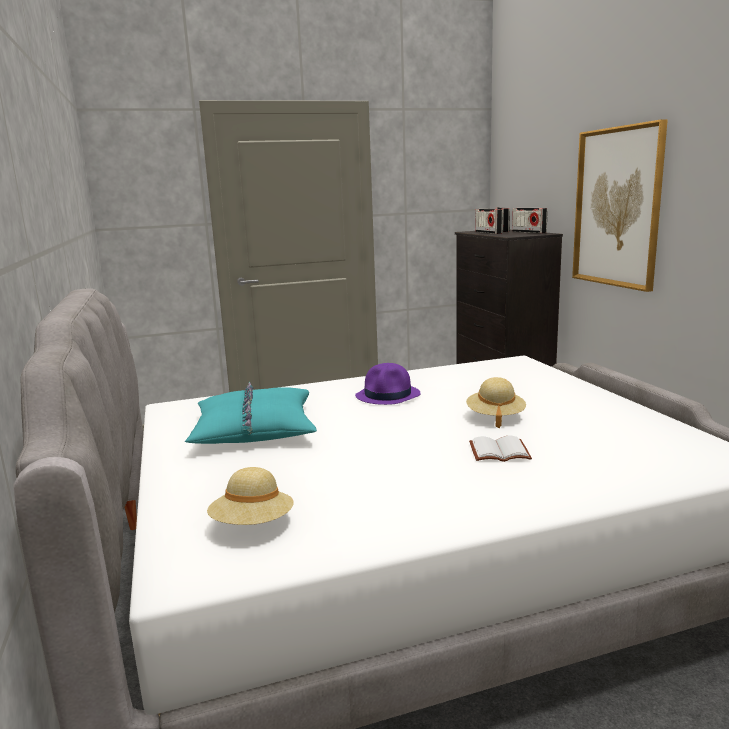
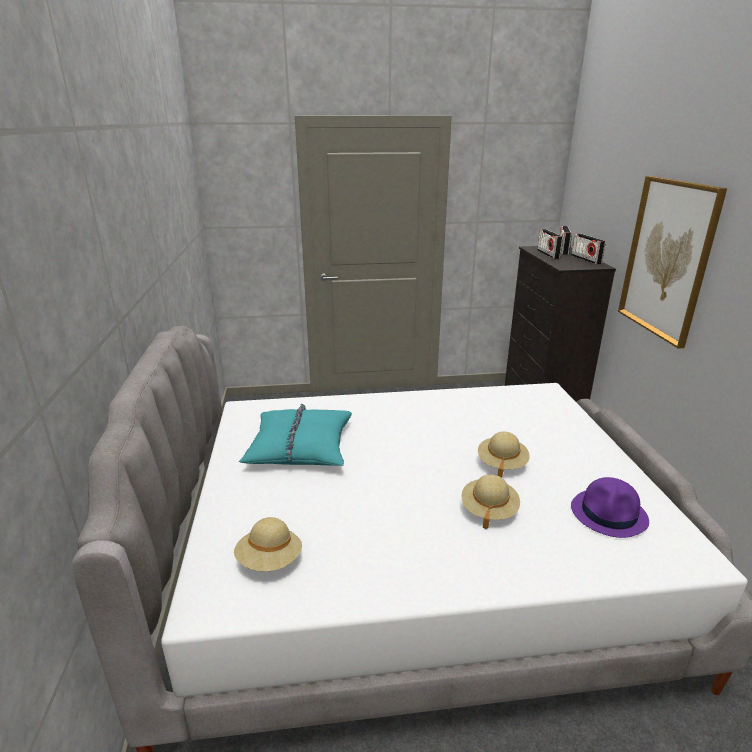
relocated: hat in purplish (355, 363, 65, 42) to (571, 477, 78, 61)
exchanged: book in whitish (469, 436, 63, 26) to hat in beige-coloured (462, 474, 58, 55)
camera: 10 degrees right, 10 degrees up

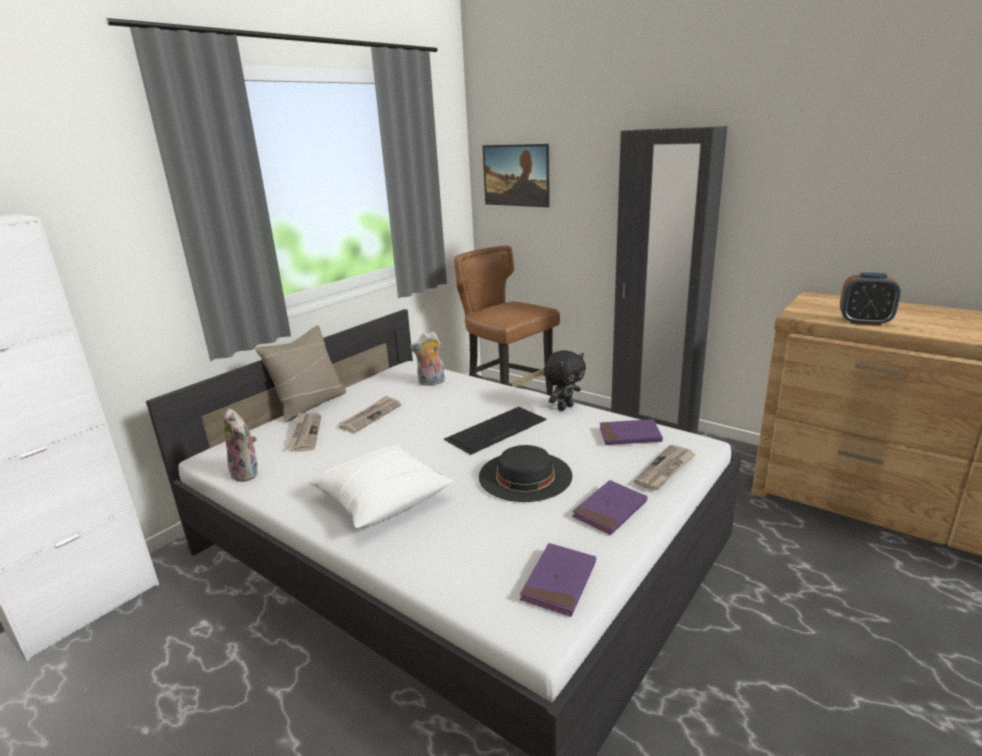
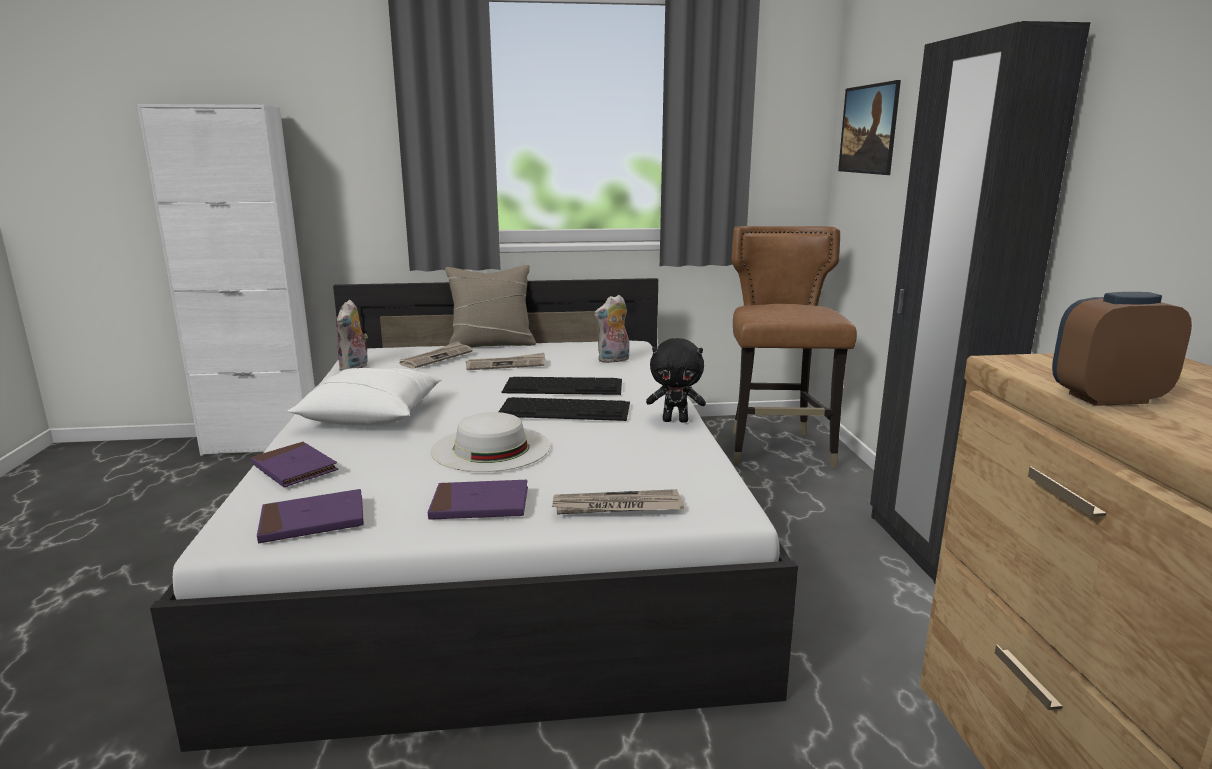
appeared: keyboard (502, 377, 120, 18)
relocated: book in purplish (600, 419, 63, 26) to (251, 442, 87, 45)
colour: hat in black-coloured (479, 445, 93, 57) to hat in whitish (431, 412, 119, 60)
spun: plush toy (410, 331, 35, 55) = (594, 295, 35, 68) 60 degrees counterclockwise; alarm clock (840, 272, 61, 54) = (1052, 292, 140, 114) 105 degrees clockwise
camera: 45 degrees right, 5 degrees down

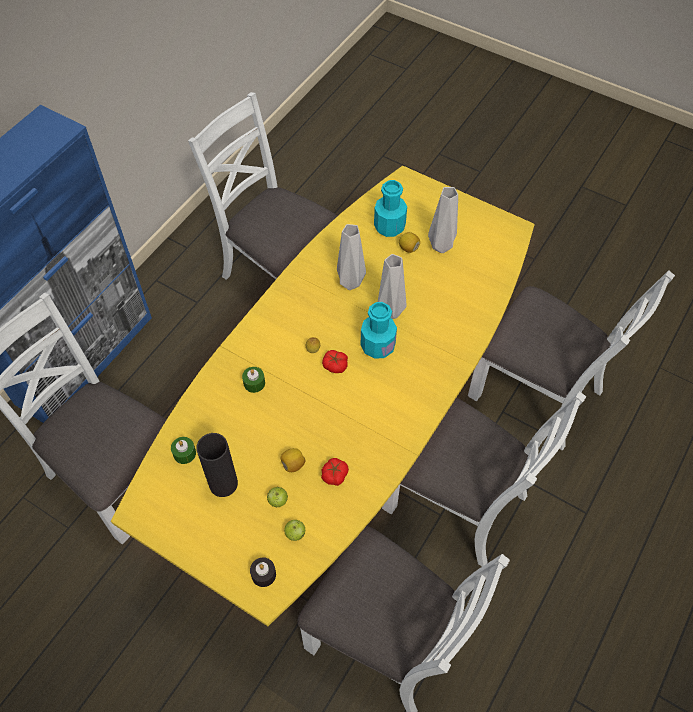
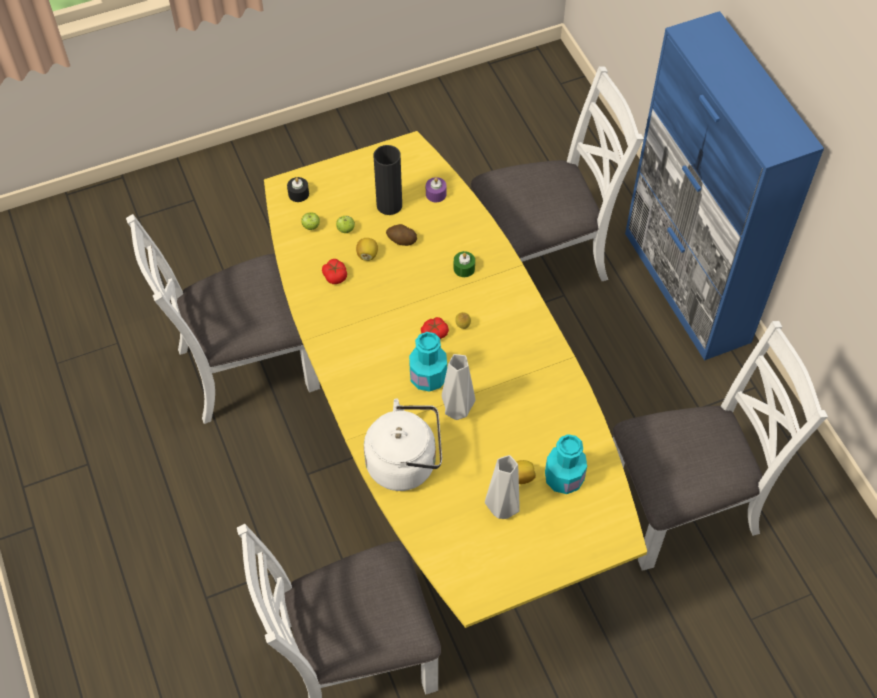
missing: decorative vase in gray (337, 224, 29, 66); plain chair in whitish (382, 391, 204, 175)
appeared: water kettle in whitish (364, 399, 78, 92); potato (386, 224, 31, 22)
colour: wax candle in green (171, 437, 25, 27) to wax candle in purplish (426, 177, 21, 25)
camera: 125 degrees right, 0 degrees up

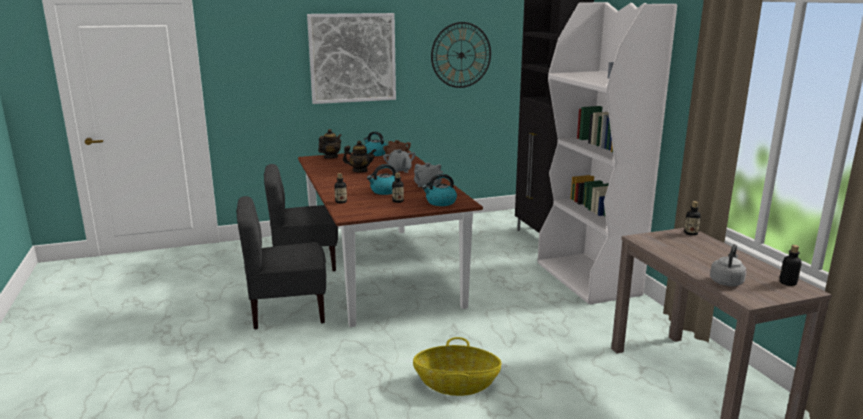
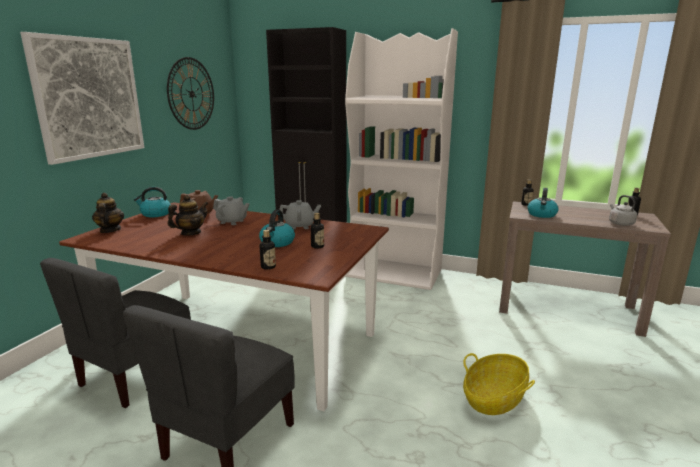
relocated: water kettle (422, 174, 35, 32) to (527, 188, 32, 30)
camera: 50 degrees left, 0 degrees up

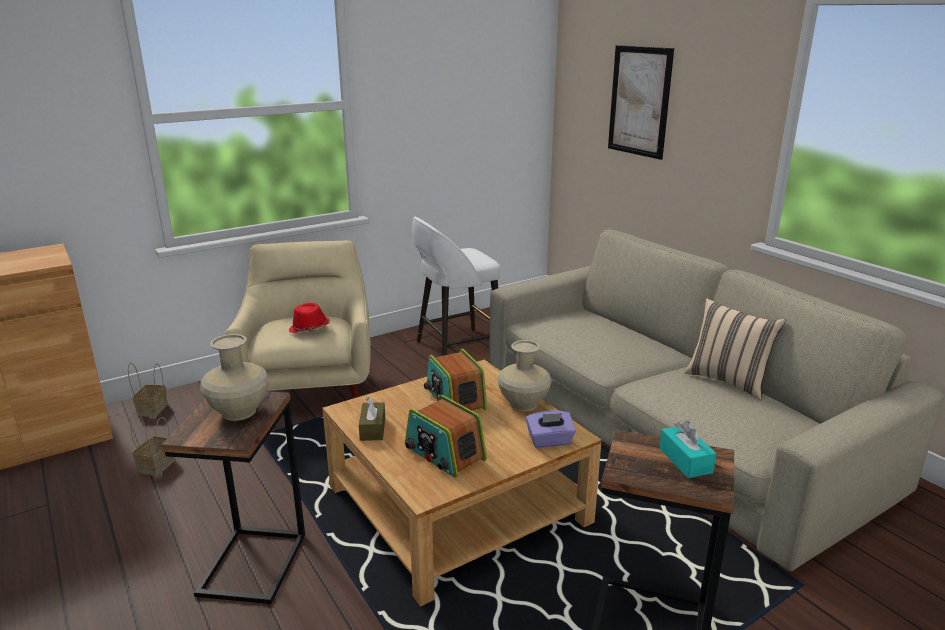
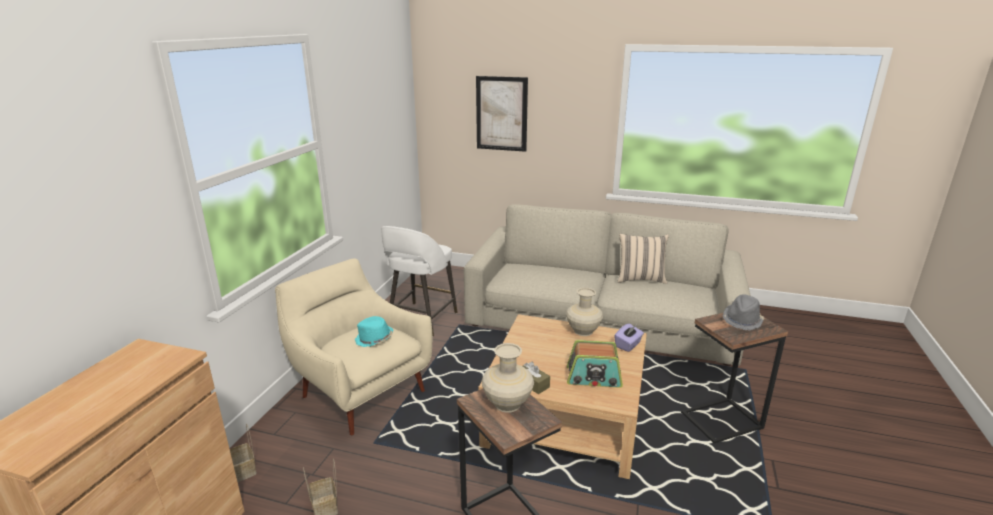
missing: radio receiver (424, 348, 63, 62)
exchanged: tissue box in turquoise-coloured (659, 421, 57, 57) to hat in gray (723, 294, 41, 37)
colour: hat in red (289, 303, 41, 30) to hat in turquoise-coloured (355, 316, 38, 31)
camera: 40 degrees left, 0 degrees up

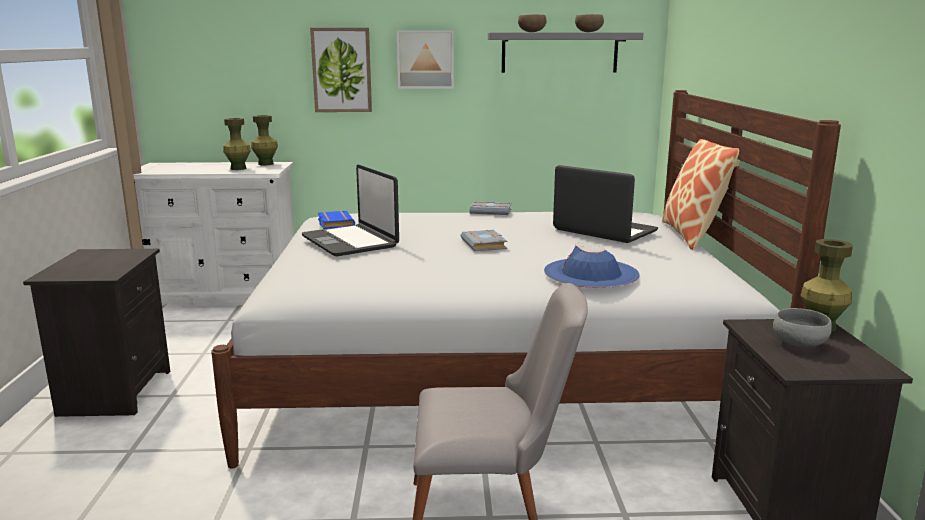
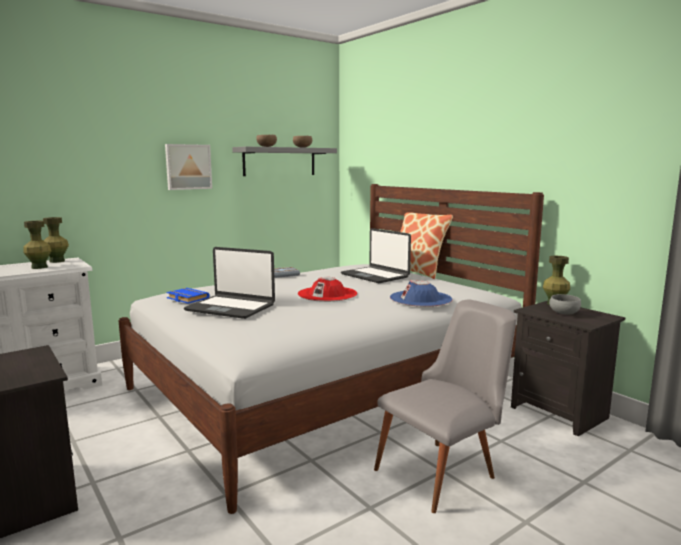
missing: wall art (310, 28, 62, 84)
exchanged: book in gray (461, 230, 46, 21) to hat in red (298, 277, 59, 25)
spun: notebook computer (553, 165, 105, 78) = (341, 228, 70, 55) 135 degrees counterclockwise
camera: 35 degrees left, 5 degrees down

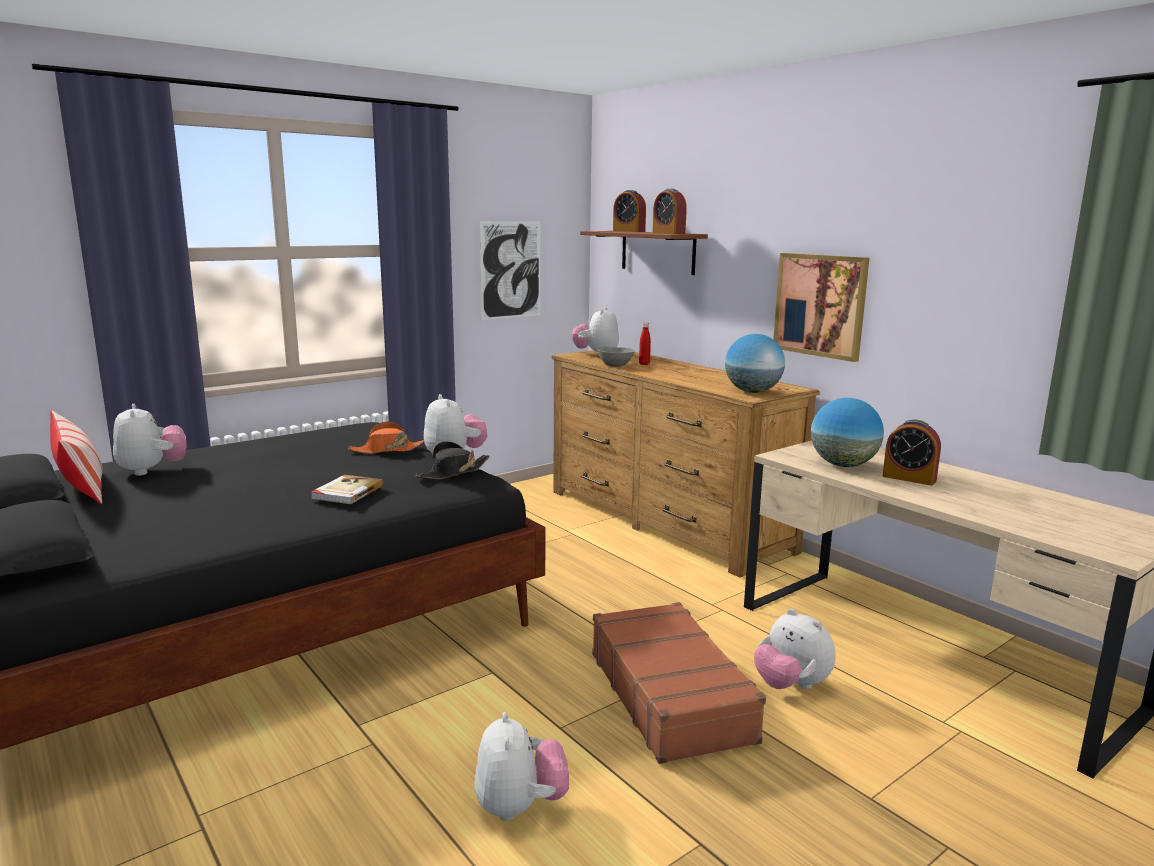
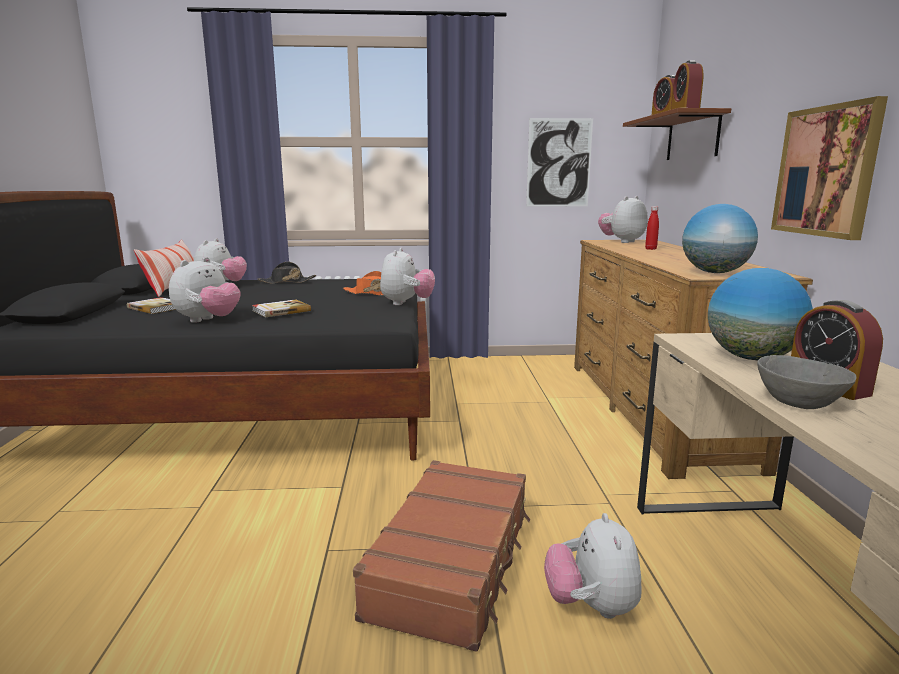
appeared: book (127, 297, 49, 17)
relocated: plush toy (474, 712, 95, 109) to (169, 257, 71, 66); hat in black-coloured (414, 441, 75, 38) to (257, 262, 59, 21); bowl in gray (597, 347, 38, 19) to (757, 355, 99, 54)
camera: 35 degrees right, 0 degrees up

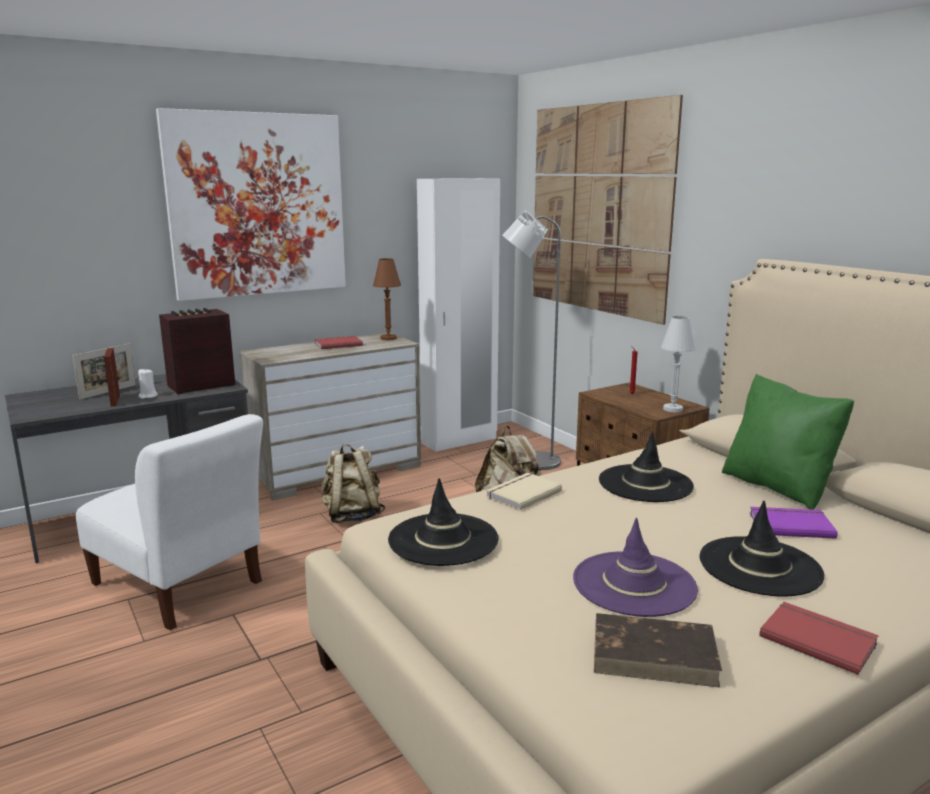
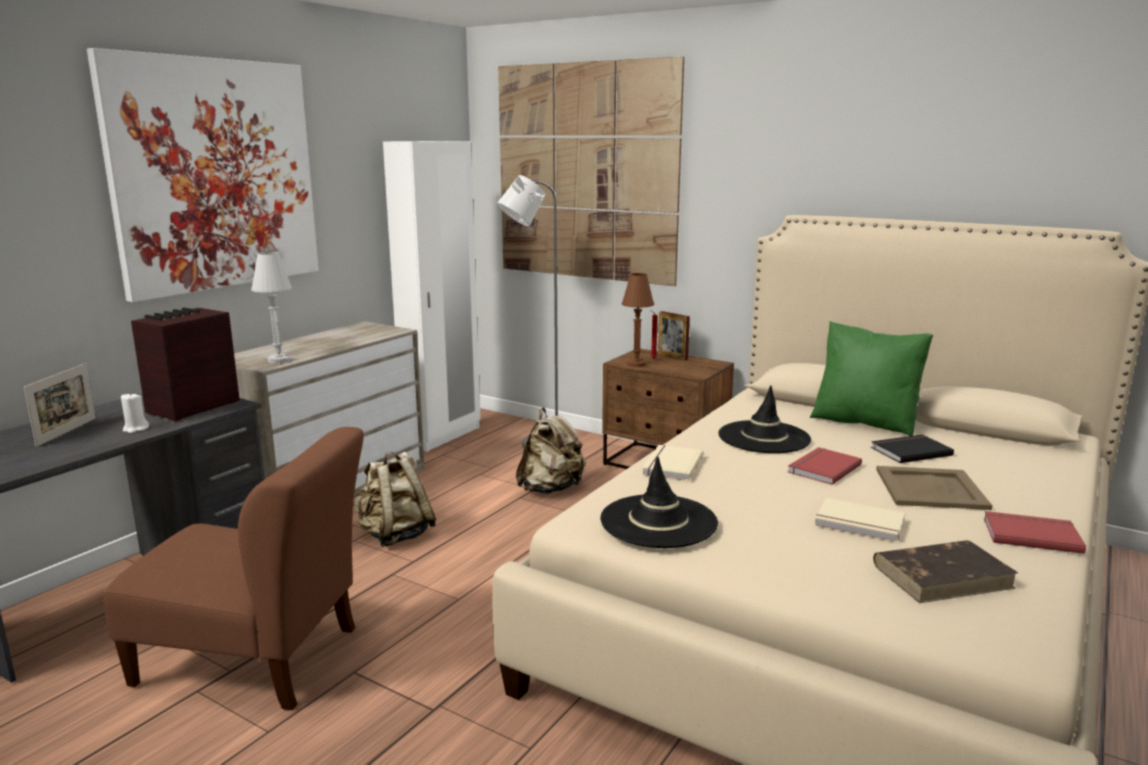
relocated: lamp for a table in whitish (661, 316, 34, 96) to (251, 252, 41, 112); lamp for a table in brown (373, 258, 28, 82) to (622, 273, 32, 94); photo frame (104, 348, 16, 59) to (658, 311, 32, 50); book in red (315, 336, 48, 13) to (788, 447, 74, 38)
exchanged: hat in purplish (573, 517, 125, 100) to book in beige-coloured (815, 498, 90, 44); hat in black-coloured (700, 501, 124, 96) to serving tray in beige-coloured (876, 466, 117, 44)
colour: plain chair in whitish (76, 414, 187, 216) to plain chair in brown (103, 427, 261, 283); book in purplish (750, 507, 88, 32) to book in black-coloured (871, 435, 83, 28)
camera: 25 degrees left, 0 degrees up

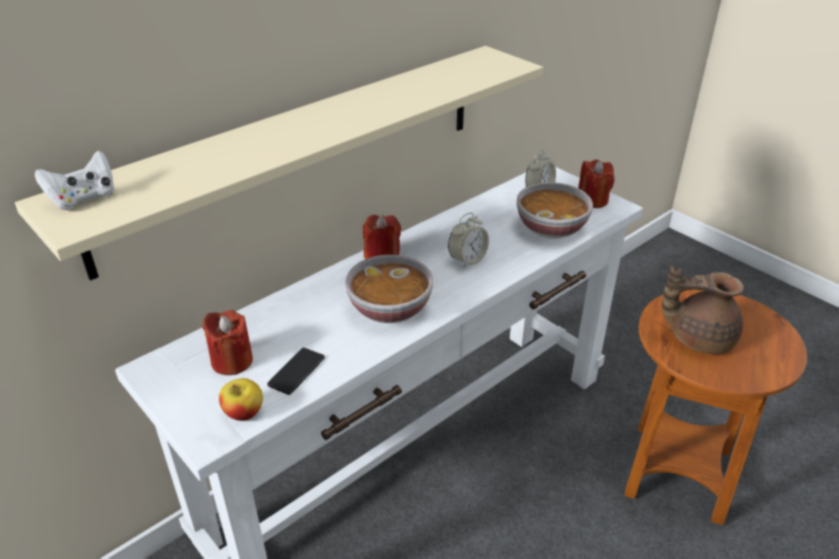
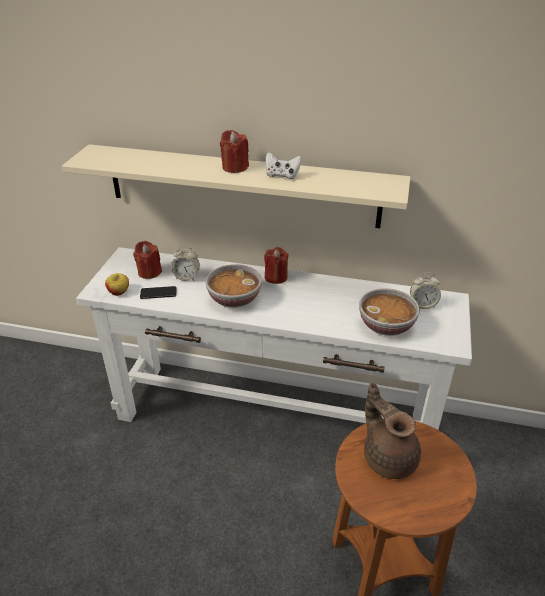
relocated: alarm clock (448, 213, 41, 56) to (171, 246, 29, 35); wax candle in red (578, 159, 36, 49) to (220, 130, 29, 43); joypad in whitish (35, 150, 80, 60) to (265, 152, 37, 27)
camera: 55 degrees right, 0 degrees up

